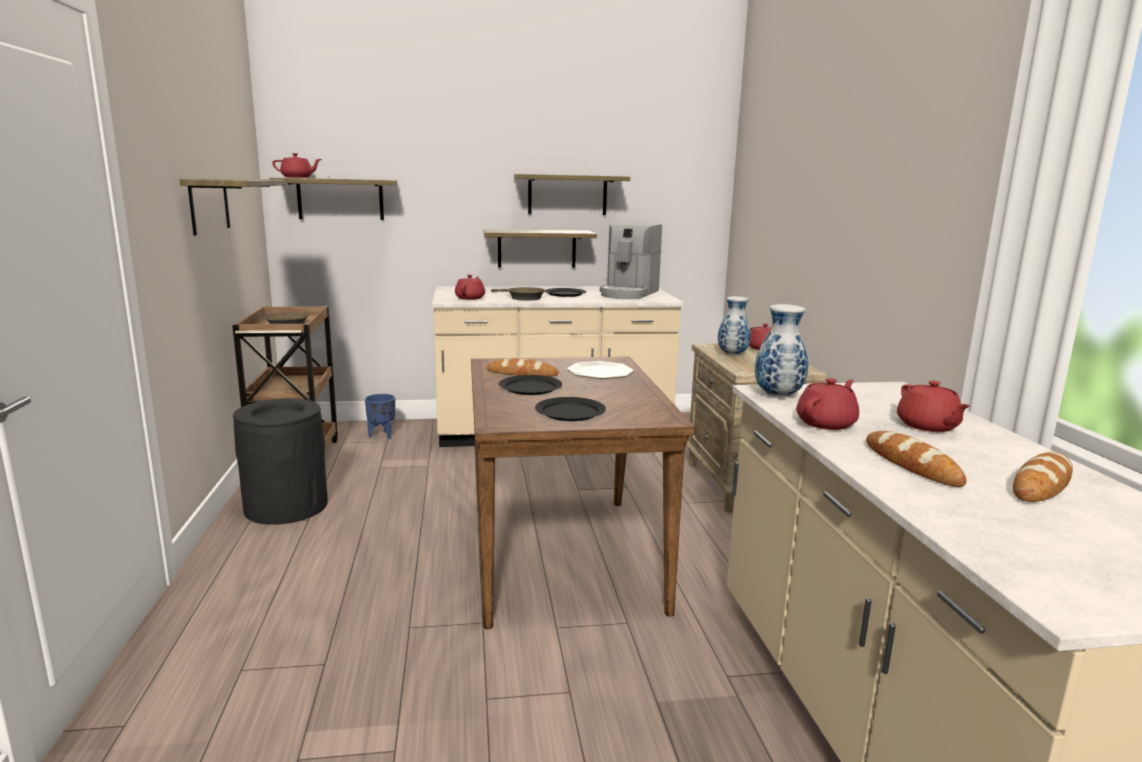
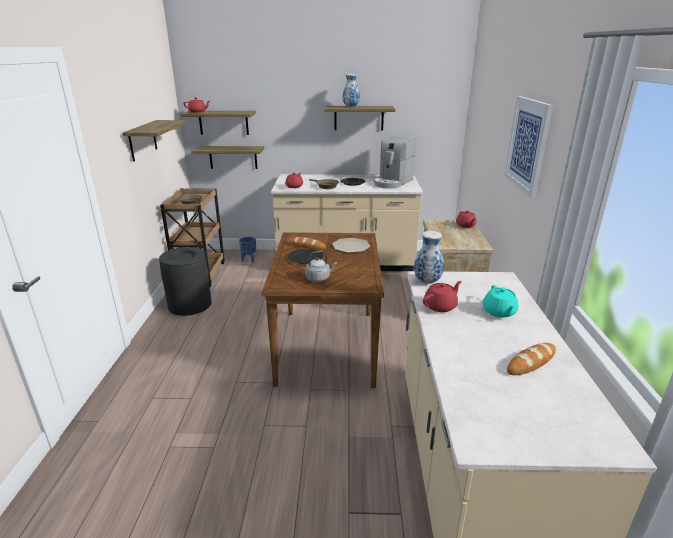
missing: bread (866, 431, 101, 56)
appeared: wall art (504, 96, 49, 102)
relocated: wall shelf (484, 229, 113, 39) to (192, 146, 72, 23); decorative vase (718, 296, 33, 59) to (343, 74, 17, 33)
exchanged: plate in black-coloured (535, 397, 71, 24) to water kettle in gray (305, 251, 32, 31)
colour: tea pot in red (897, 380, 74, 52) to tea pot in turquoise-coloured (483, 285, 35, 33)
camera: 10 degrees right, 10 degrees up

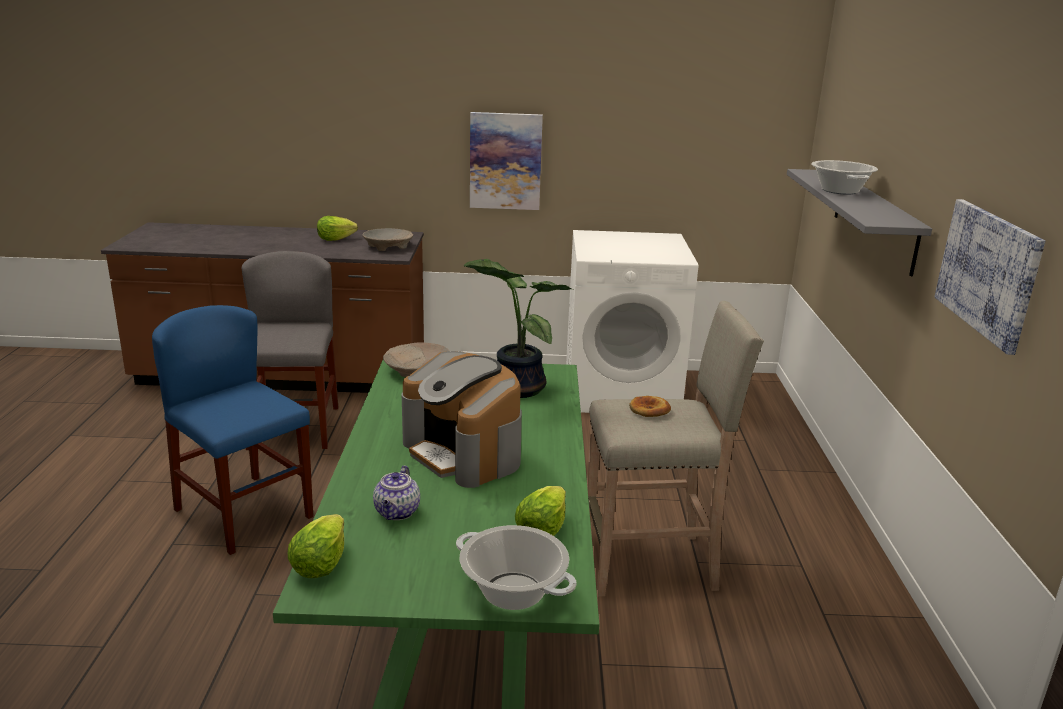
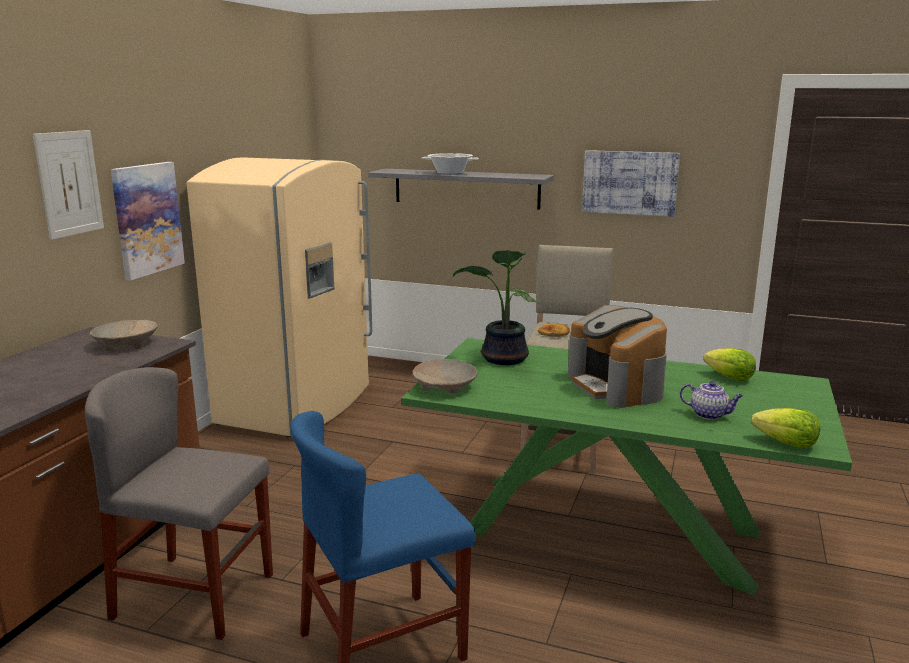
missing: lettuce (317, 216, 41, 25); cooking pot (456, 525, 121, 85)
appeared: wall art (33, 130, 71, 110)
exchanged: washing machine in whitish (566, 230, 133, 183) to fridge in beige-coloured (187, 157, 185, 280)
spun: coffee maker (402, 351, 120, 137) = (568, 305, 99, 103) 90 degrees clockwise
camera: 70 degrees left, 5 degrees down

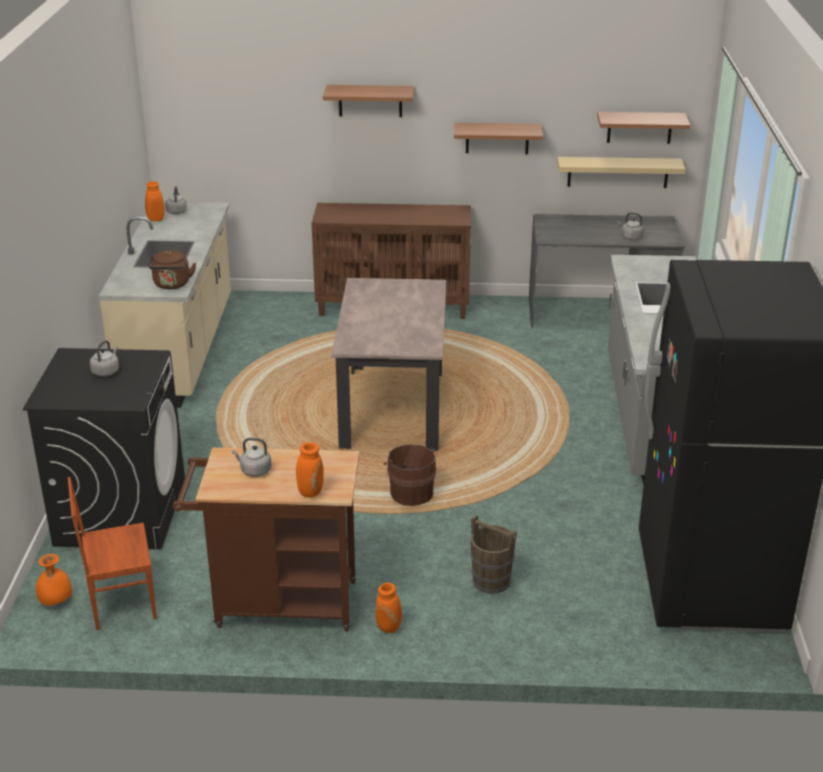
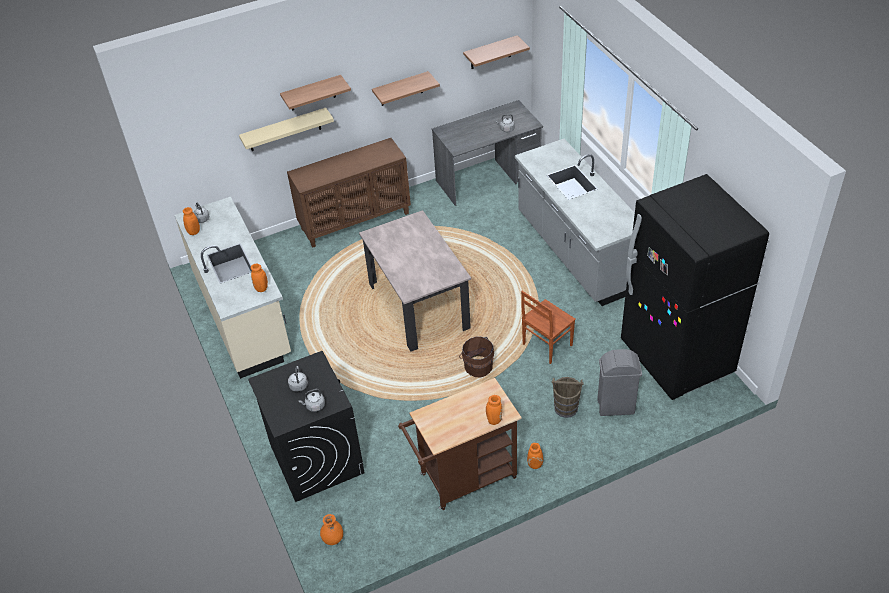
appeared: rubbish bin in gray (597, 349, 45, 67)
relocated: wall shelf in beige-coloured (557, 157, 128, 31) to (239, 108, 95, 43); water kettle in gray (232, 438, 40, 39) to (299, 389, 26, 23); plain chair in brown (68, 477, 89, 153) to (521, 291, 55, 73)
exchanged: water kettle in brown (148, 250, 48, 39) to decorative vase in orange-coloured (251, 264, 17, 28)
camera: 25 degrees left, 15 degrees up

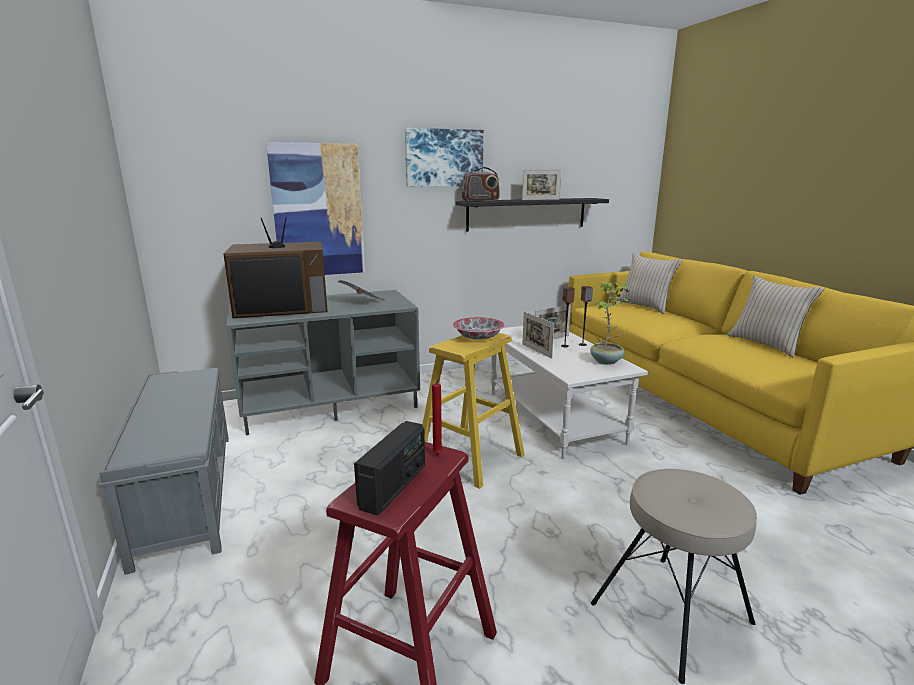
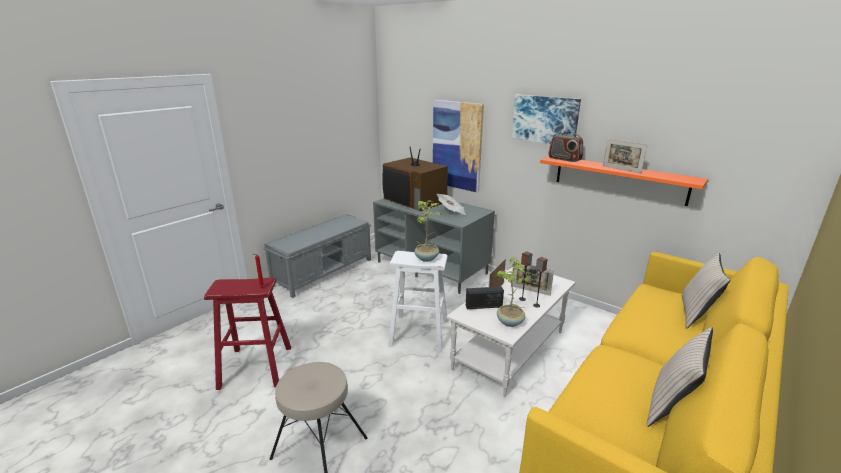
relocated: radio receiver (354, 421, 71, 94) to (466, 287, 38, 22)
exchanged: bowl (453, 317, 52, 23) to plant in a pot (415, 200, 27, 62)
colour: stool in yellow-coloured (422, 333, 103, 156) to stool in whitish (388, 251, 60, 101); wall shelf in black-coloured (456, 198, 153, 34) to wall shelf in orange-coloured (540, 156, 168, 50)
camera: 60 degrees right, 5 degrees up

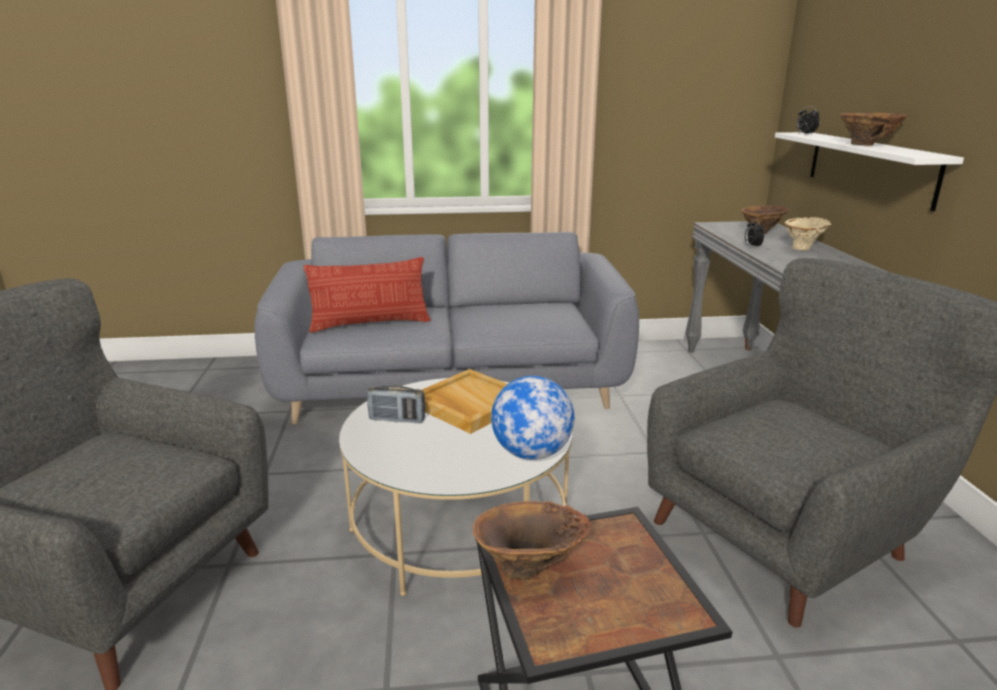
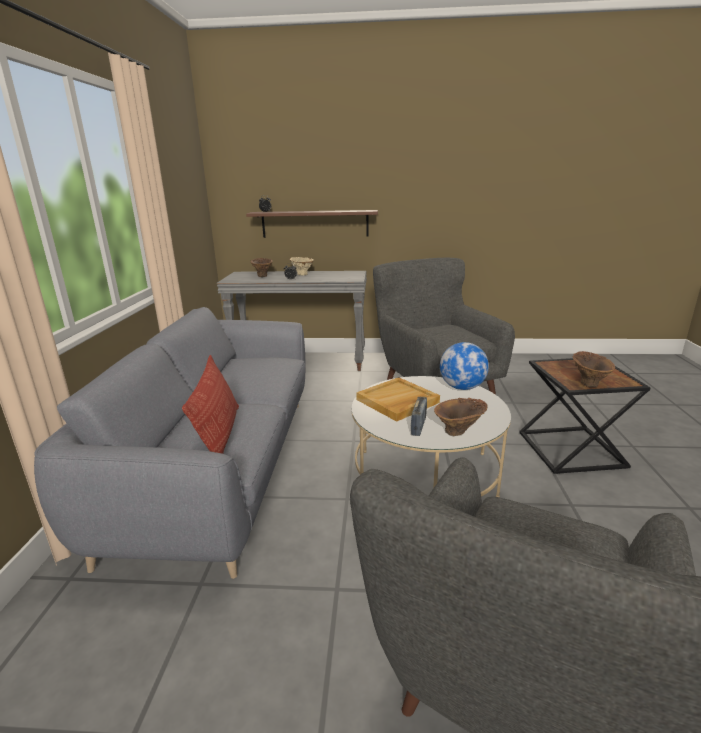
relocated: decorative vase in brown (840, 113, 68, 33) to (434, 398, 54, 38)
colour: wall shelf in whitish (775, 132, 189, 79) to wall shelf in brown (246, 210, 132, 28)
camera: 80 degrees left, 0 degrees up

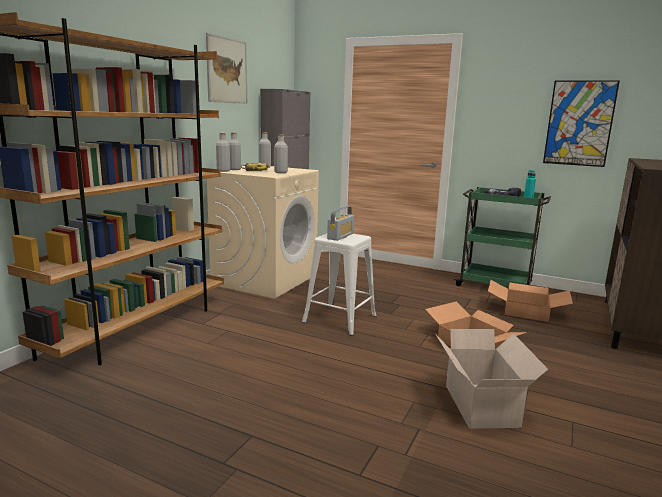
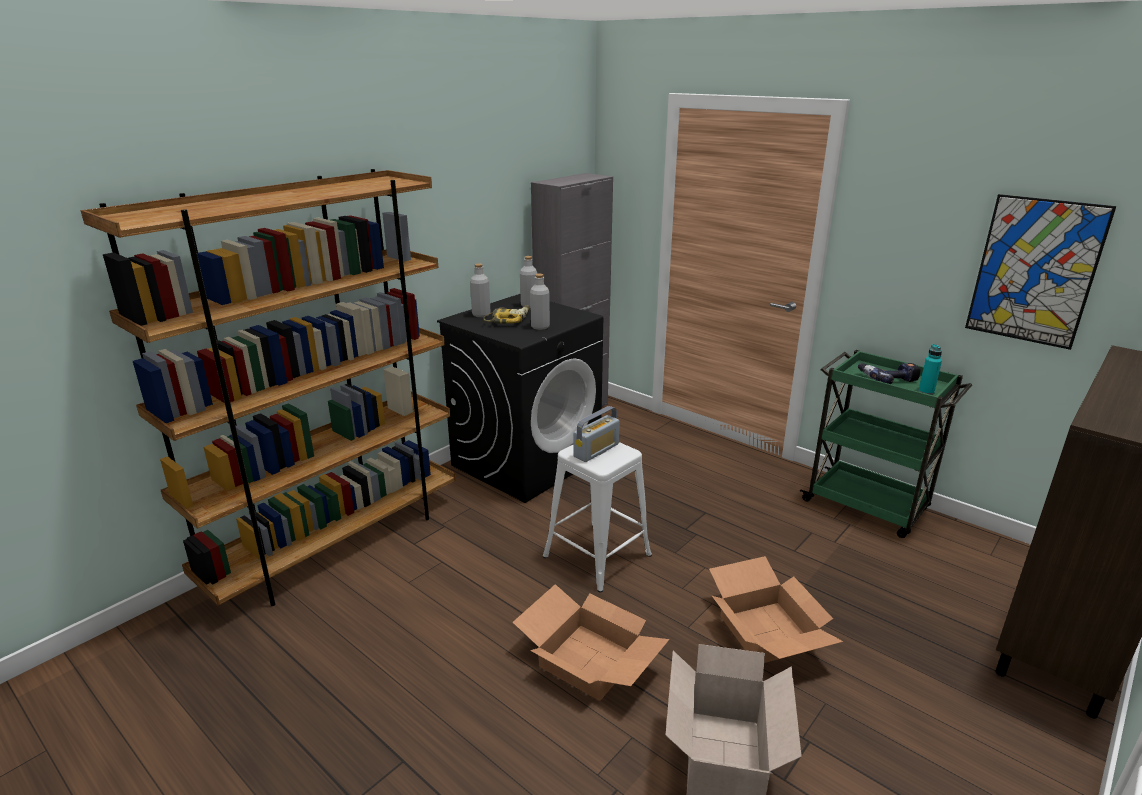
missing: wall art (206, 33, 42, 71); bottle in gray (216, 133, 14, 39)
relocated: carton (488, 280, 85, 42) to (512, 584, 158, 117)
colour: washing machine in beige-coloured (207, 166, 112, 133) to washing machine in black-coloured (437, 294, 166, 209)
camera: 15 degrees right, 10 degrees up

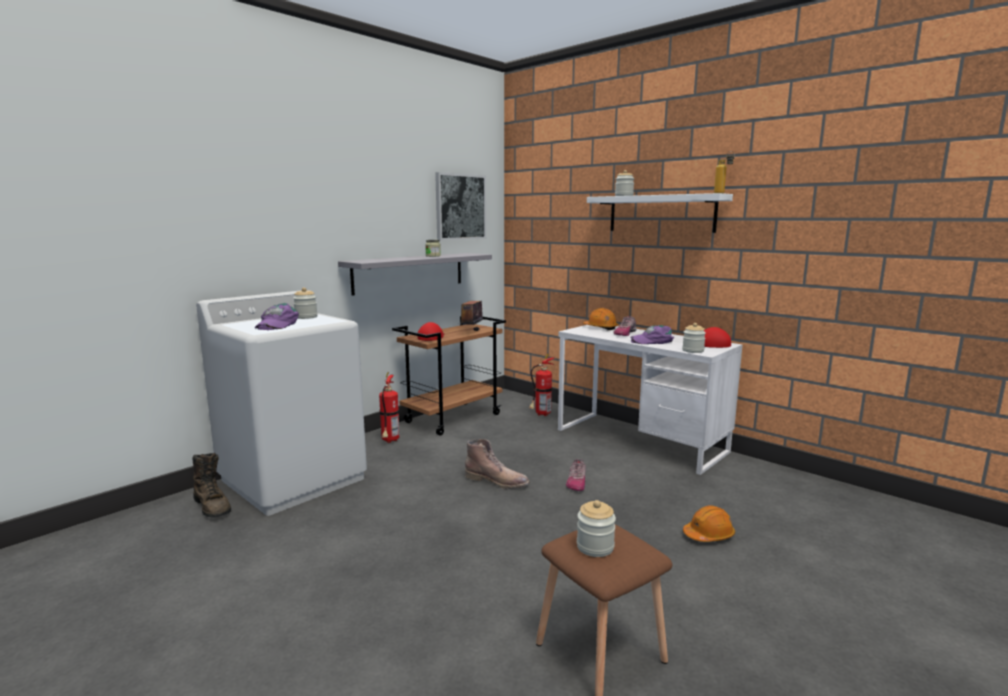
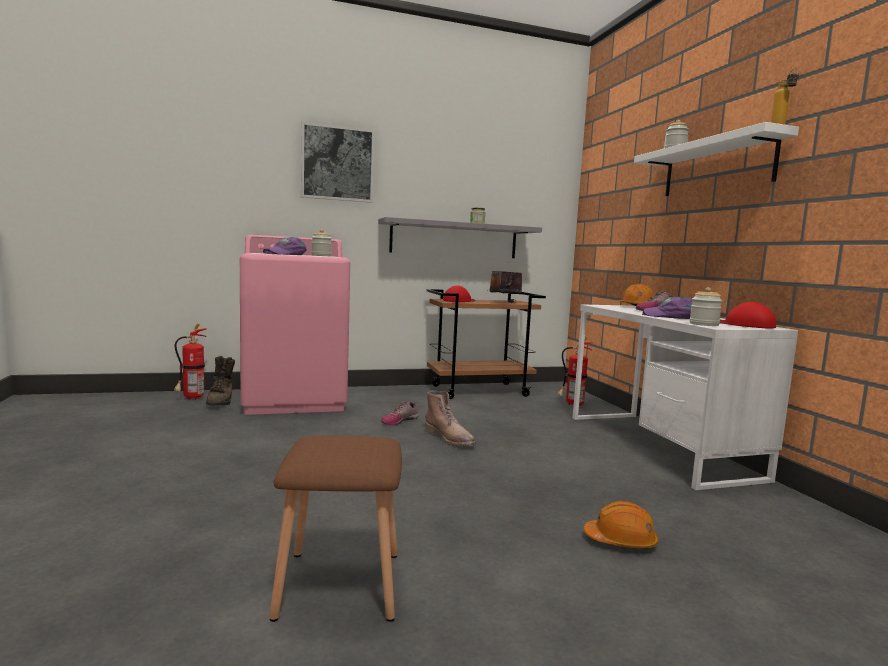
missing: jar (577, 500, 39, 57)
relocated: fire-fighting cylinder (379, 372, 21, 71) to (174, 323, 33, 76); wall art (435, 172, 51, 68) to (301, 122, 74, 81); shoe (566, 459, 20, 32) to (381, 401, 38, 24)
colour: washing machine in whitish (196, 291, 171, 225) to washing machine in pink-coloured (240, 235, 110, 180)
camera: 30 degrees right, 5 degrees down

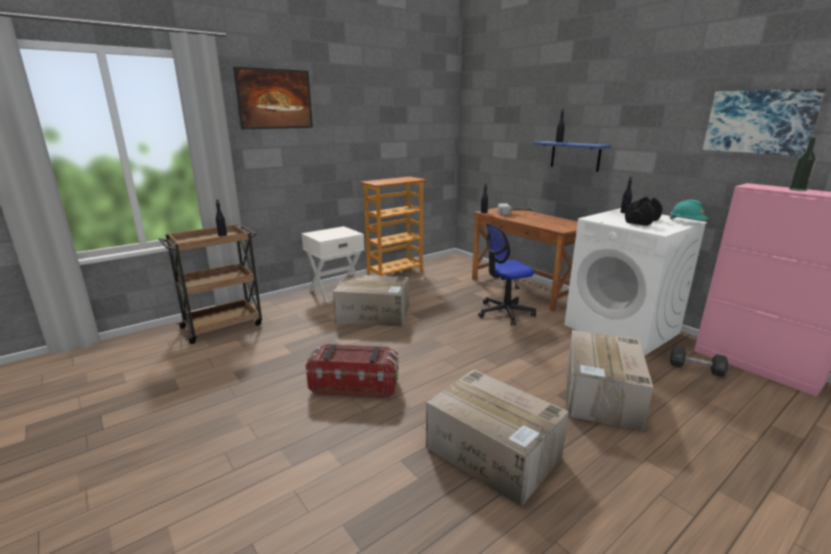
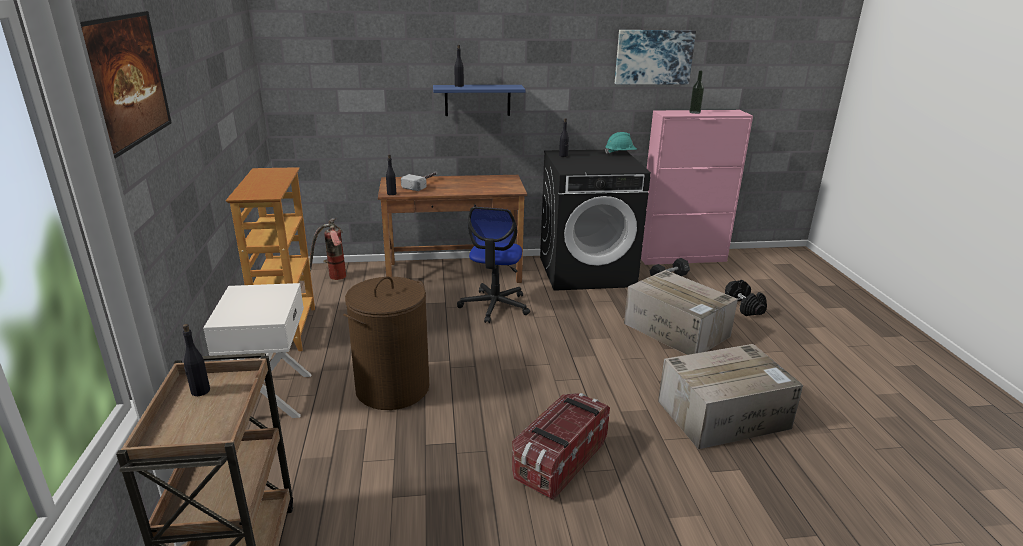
appeared: fire-fighting cylinder (309, 218, 37, 62)
relocated: dumbbell in black-coloured (625, 197, 38, 29) to (725, 280, 42, 36)
exchanged: carton (333, 274, 76, 53) to hamper in brown (343, 277, 86, 133)
colour: washing machine in whitish (564, 208, 143, 148) to washing machine in black-coloured (540, 150, 111, 141)
camera: 60 degrees left, 5 degrees up

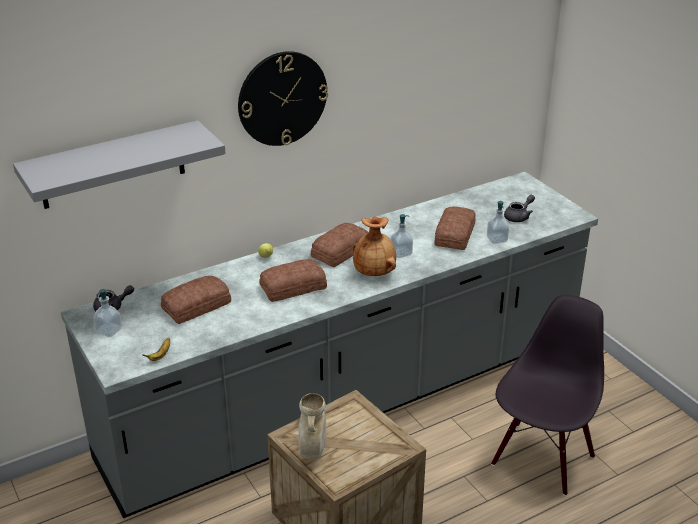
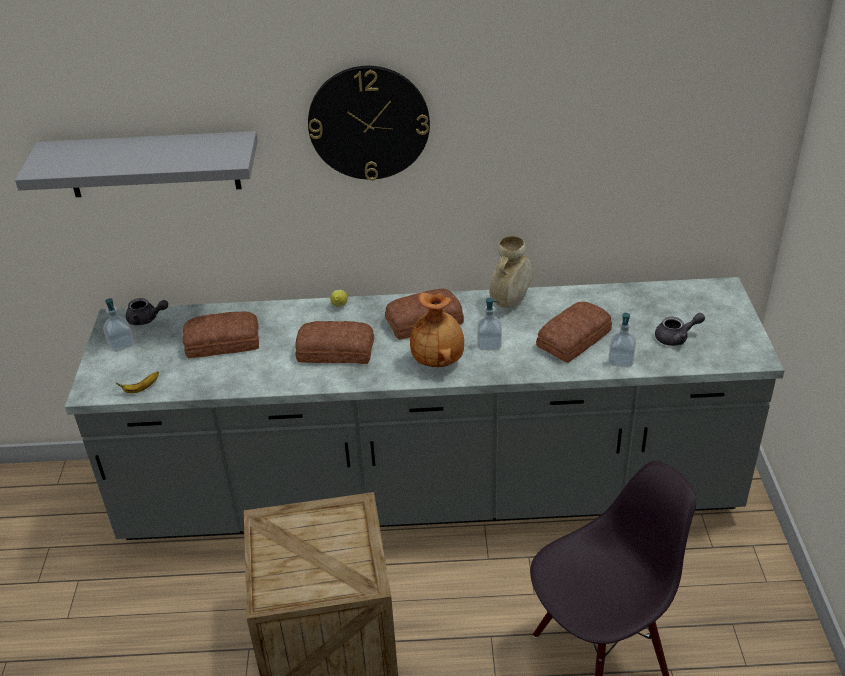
relocated: decorative vase in beige-coloured (299, 393, 28, 67) to (490, 236, 43, 72)
camera: 30 degrees right, 5 degrees up

